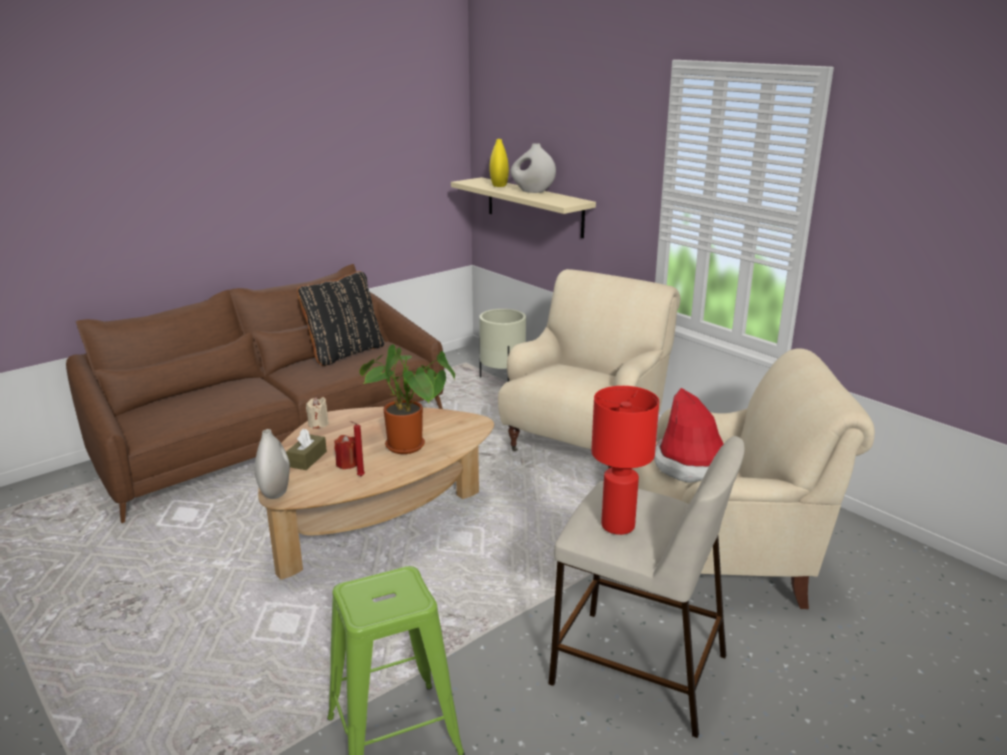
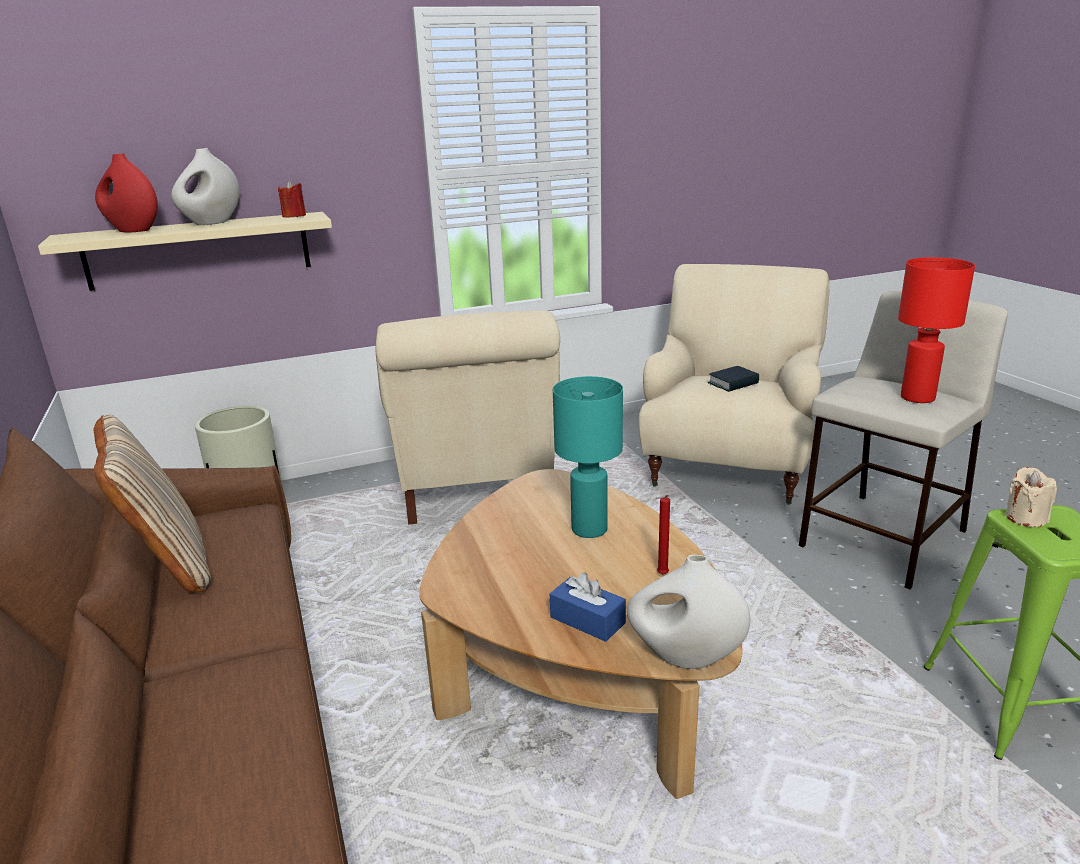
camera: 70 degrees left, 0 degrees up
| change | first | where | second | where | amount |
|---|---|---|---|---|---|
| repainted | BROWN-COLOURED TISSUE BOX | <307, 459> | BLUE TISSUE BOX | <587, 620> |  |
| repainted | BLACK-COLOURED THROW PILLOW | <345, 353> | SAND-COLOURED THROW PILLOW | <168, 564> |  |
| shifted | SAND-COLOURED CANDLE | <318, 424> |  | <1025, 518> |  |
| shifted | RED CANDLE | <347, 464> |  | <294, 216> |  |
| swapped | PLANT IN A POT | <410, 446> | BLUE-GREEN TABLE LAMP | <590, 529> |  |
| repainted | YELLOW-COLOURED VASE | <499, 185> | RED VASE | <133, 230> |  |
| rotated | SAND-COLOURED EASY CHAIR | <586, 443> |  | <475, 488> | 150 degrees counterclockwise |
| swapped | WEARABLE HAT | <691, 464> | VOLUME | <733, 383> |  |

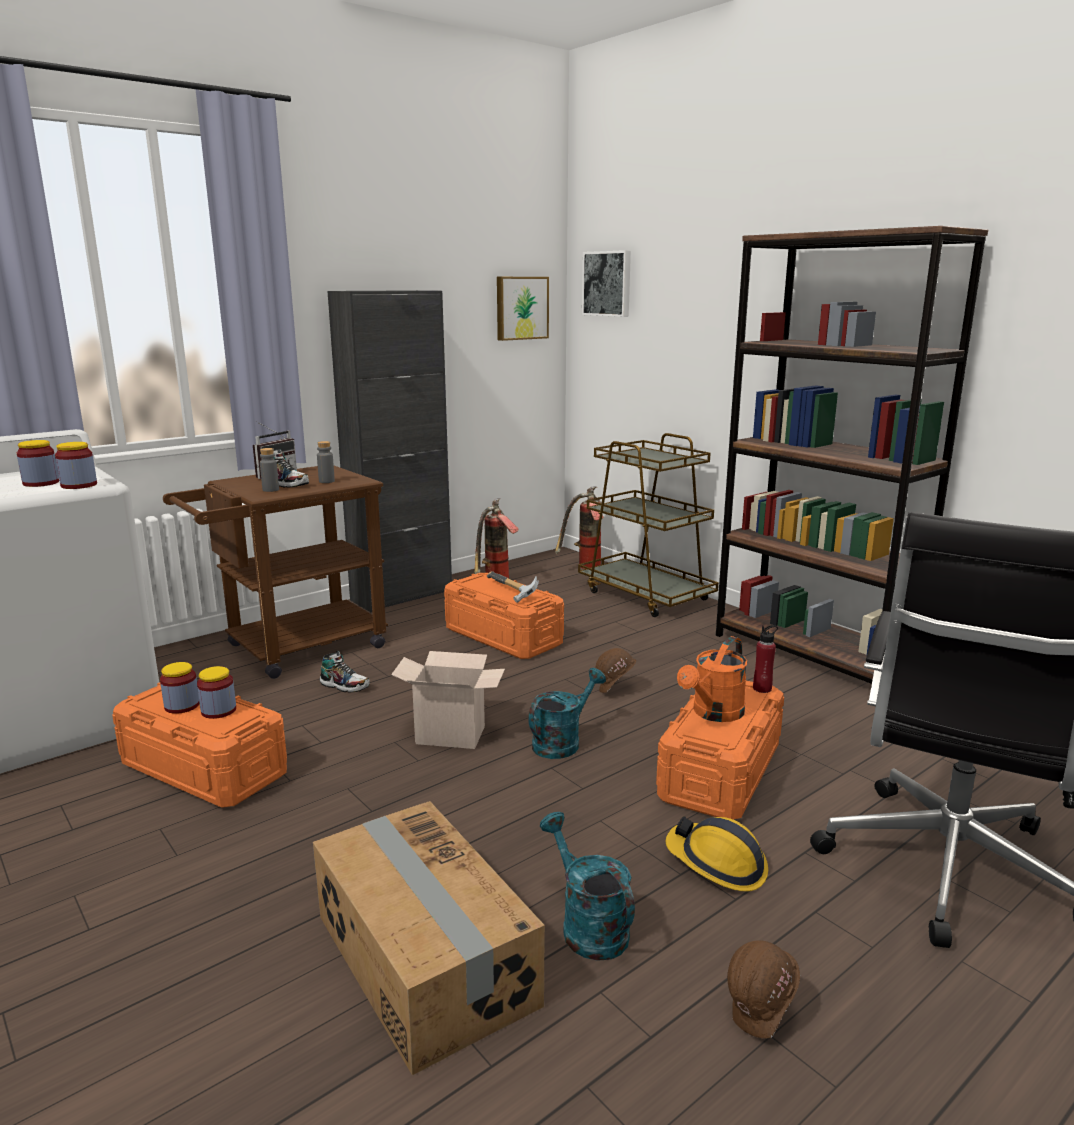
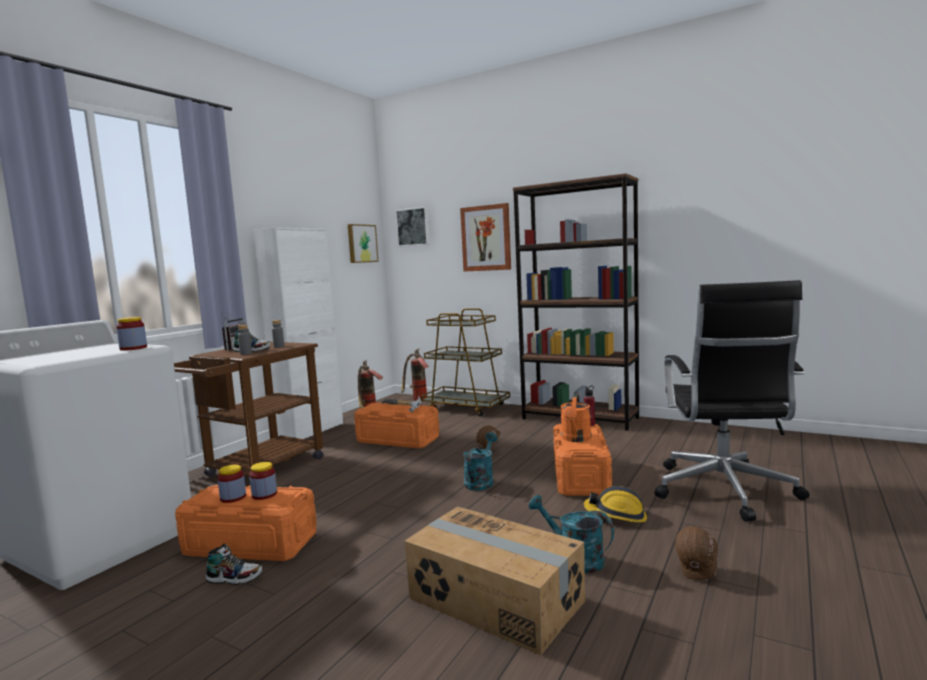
camera: 20 degrees left, 10 degrees down
| change | first | where | second | where | amount |
|---|---|---|---|---|---|
| gone | STORAGE JAR | <41, 483> |  |  |  |
| shifted | ITEM OF FOOTWEAR | <345, 686> |  | <234, 578> |  |
| repainted | BLACK-COLOURED CUPBOARD | <401, 595> | WHITE CUPBOARD | <310, 431> |  |
| gone | CARDBOARD BOX | <453, 734> |  |  |  |
| new |  |  | WALL PICTURE | <486, 238> |  |

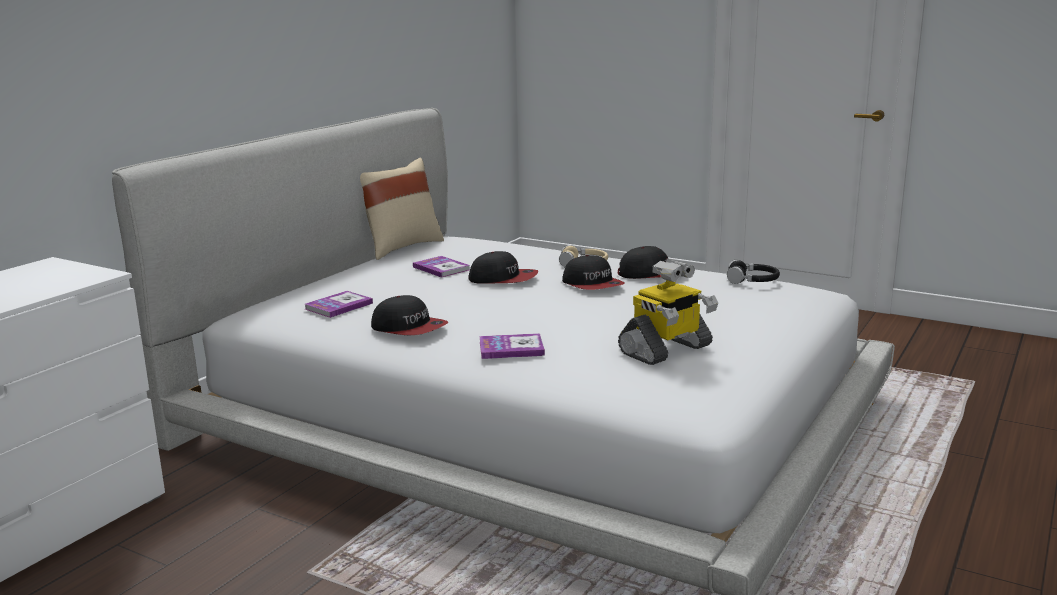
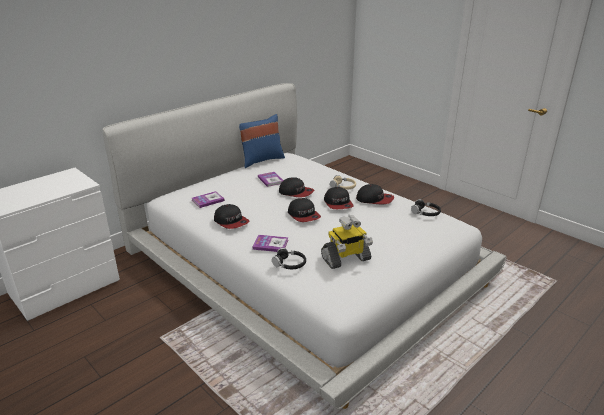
camera: 15 degrees right, 10 degrees up
| change | first | where | second | where | amount |
|---|---|---|---|---|---|
| repainted | SAND-COLOURED THROW PILLOW | <400, 247> | BLUE THROW PILLOW | <261, 160> |  |
| new |  |  | BLACK-COLOURED PAIR OF HEADPHONES | <289, 264> |  |
| new |  |  | PEAKED CAP | <304, 215> |  |

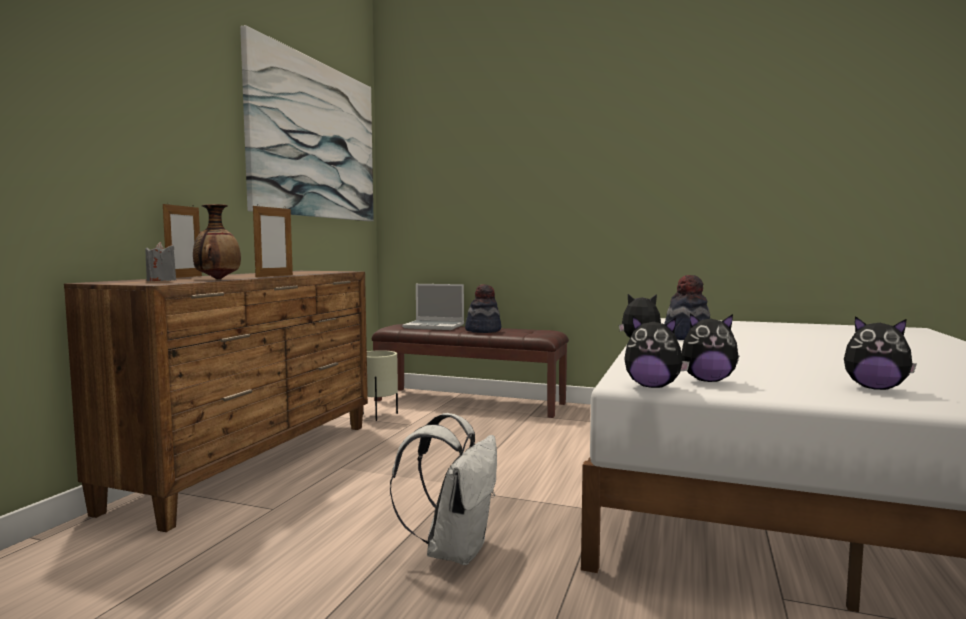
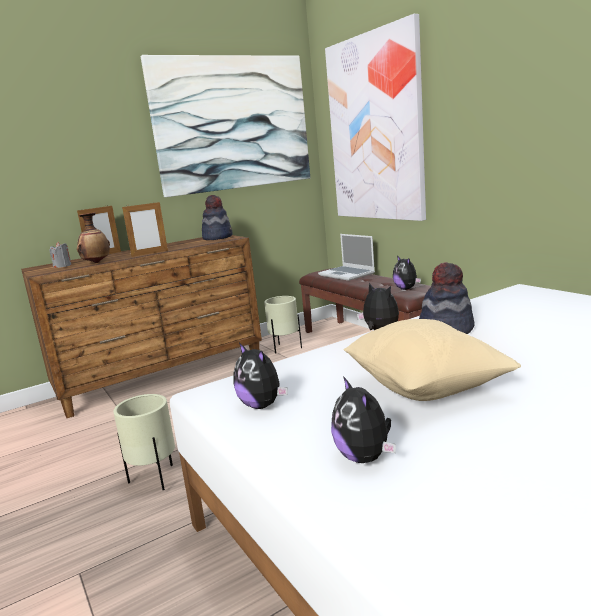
camera: 40 degrees right, 10 degrees up
| change | first | where | second | where | amount |
|---|---|---|---|---|---|
| swapped | WHITE BACKPACK | <454, 550> | SAND-COLOURED PLANTER | <155, 479> |  |
| shifted | WEARABLE HAT | <483, 330> |  | <218, 237> |  |
| shifted | CUDDLY TOY | <653, 386> |  | <406, 289> |  |
| new |  |  | WALL PICTURE | <375, 129> |  |
| new |  |  | SAND-COLOURED THROW PILLOW | <425, 389> |  |

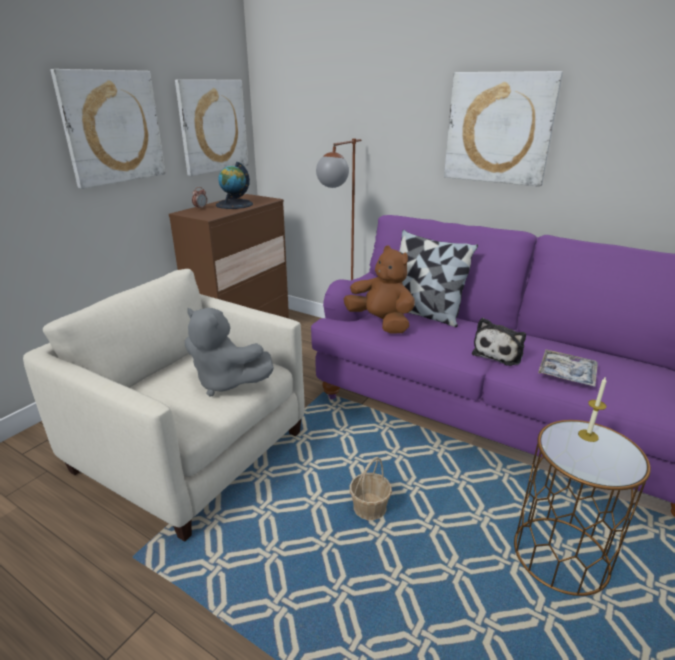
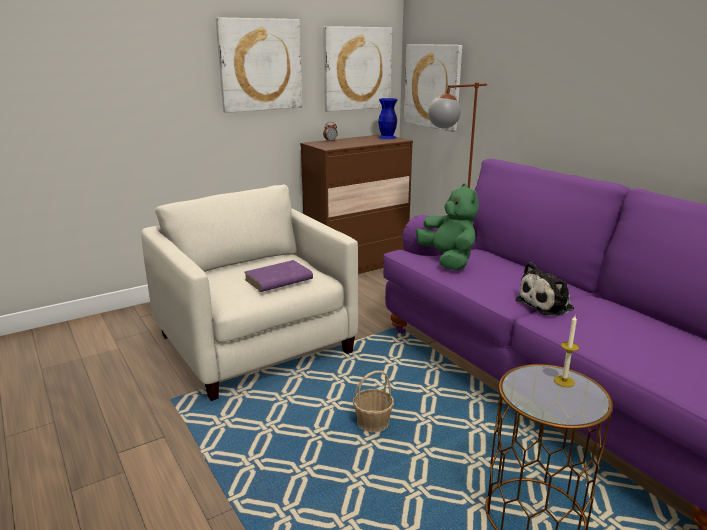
camera: 25 degrees right, 5 degrees down
| change | first | where | second | where | amount |
|---|---|---|---|---|---|
| swapped | GREYISH CUDDLY TOY | <226, 382> | PURPLISH VOLUME | <278, 280> |  |
| gone | WORLD GLOBE | <234, 204> |  |  |  |
| repainted | BROWN-COLOURED CUDDLY TOY | <381, 323> | GREENISH CUDDLY TOY | <448, 260> |  |
| gone | THROW PILLOW | <423, 313> |  |  |  |
| shifted | WALL PICTURE | <499, 128> |  | <432, 86> |  |
| gone | SERVING TRAY | <566, 373> |  |  |  |
| new |  |  | BLUE VASE | <387, 137> |  |

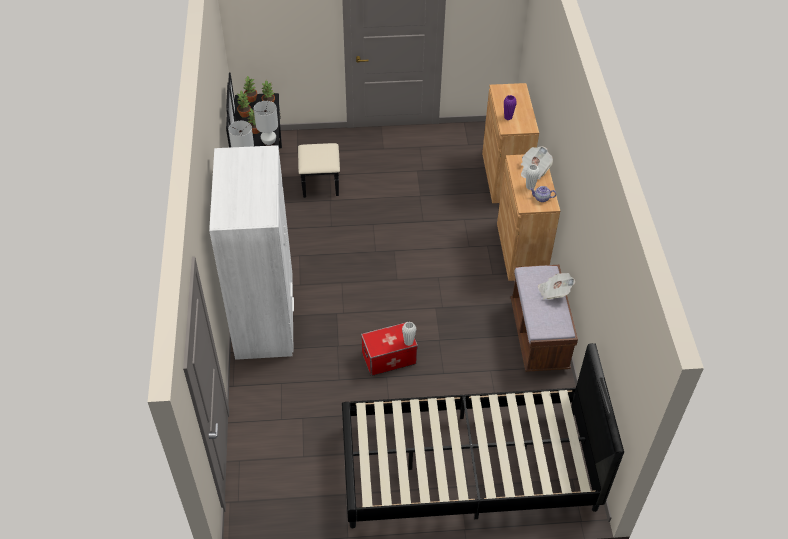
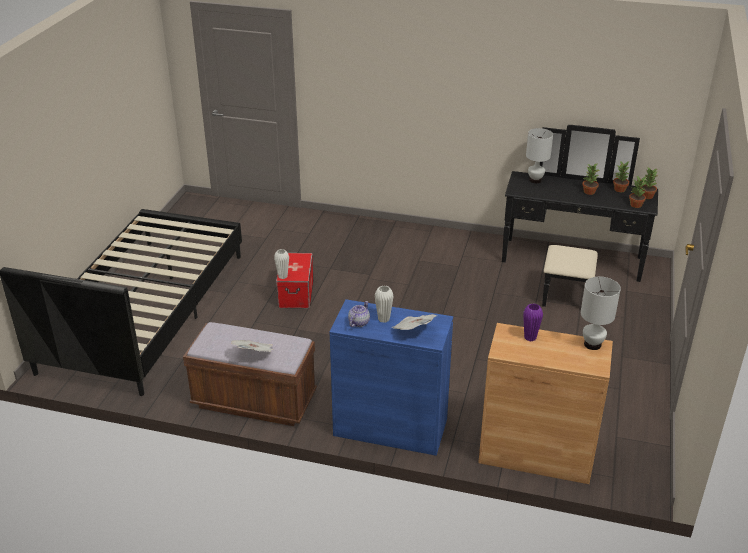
camera: 110 degrees right, 15 degrees down
| change | first | where | second | where | amount |
|---|---|---|---|---|---|
| gone | WHITE ARMOIRE | <265, 316> |  |  |  |
| shifted | WHITE TABLE LAMP | <269, 144> |  | <592, 344> |  |
| repainted | BROWN-COLOURED CUPBOARD | <521, 250> | BLUE CUPBOARD | <390, 427> |  |

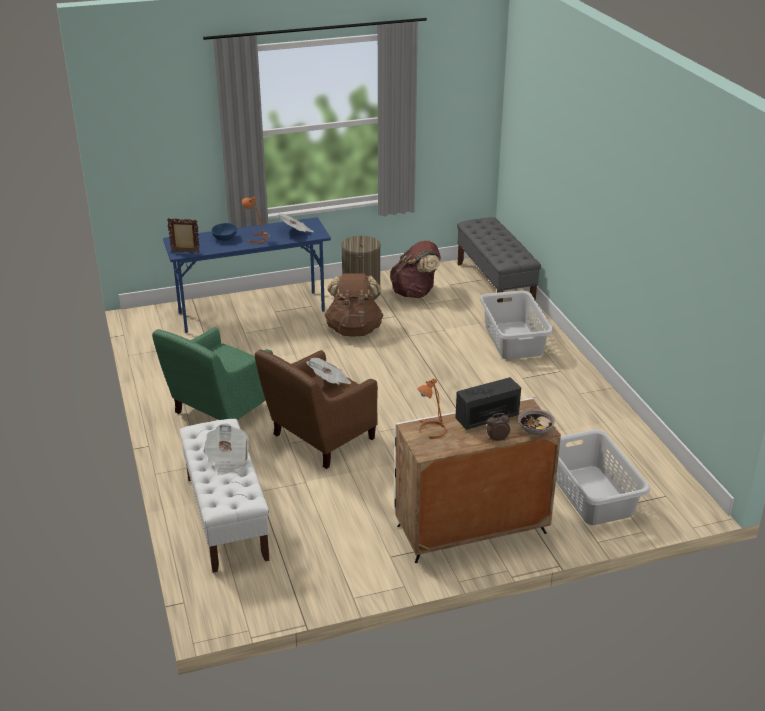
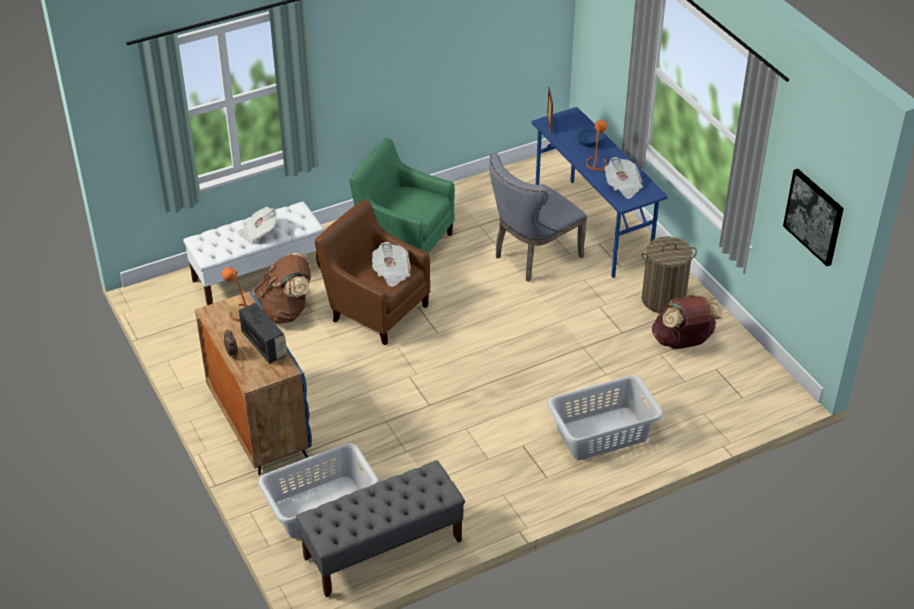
camera: 80 degrees right, 10 degrees up
| change | first | where | second | where | amount |
|---|---|---|---|---|---|
| shifted | BROWN-COLOURED BACKPACK | <354, 329> |  | <286, 311> |  |
| repainted | WHITE CUPBOARD | <470, 530> | BLUE CUPBOARD | <258, 423> |  |
| shifted | GREYISH BENCH | <495, 284> |  | <382, 549> |  |
| gone | SERVING BOWL | <535, 429> |  |  |  |
| new |  |  | GREYISH PLAIN CHAIR | <532, 257> |  |
| new |  |  | WALL PICTURE | <814, 216> |  |

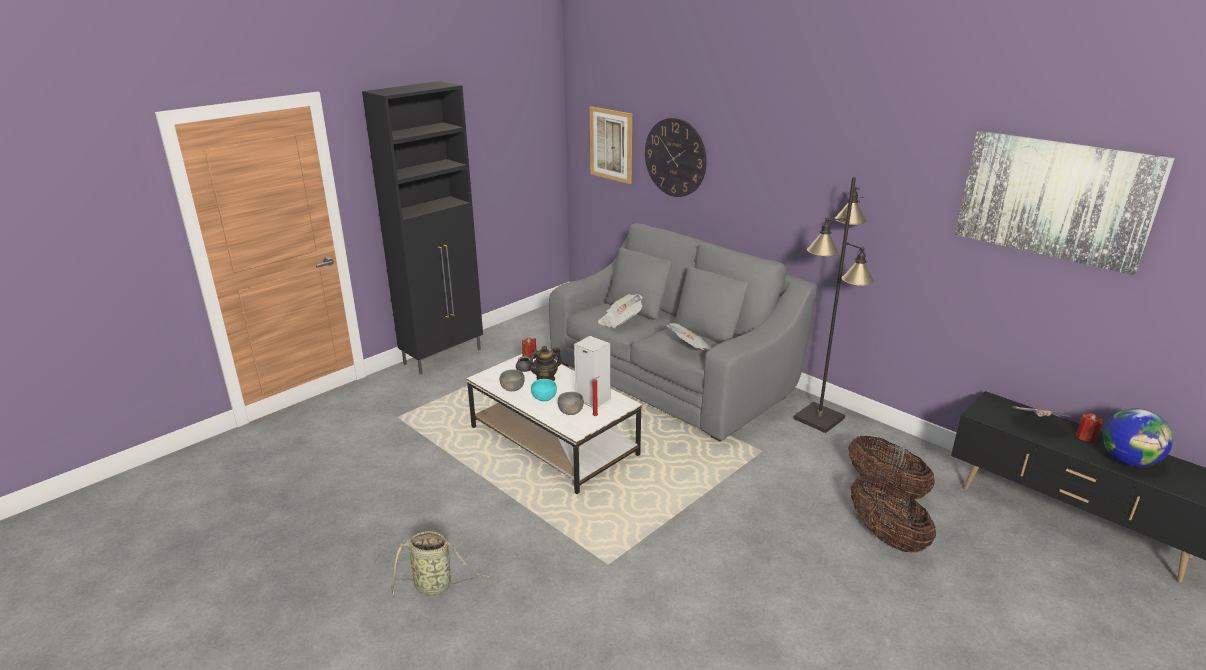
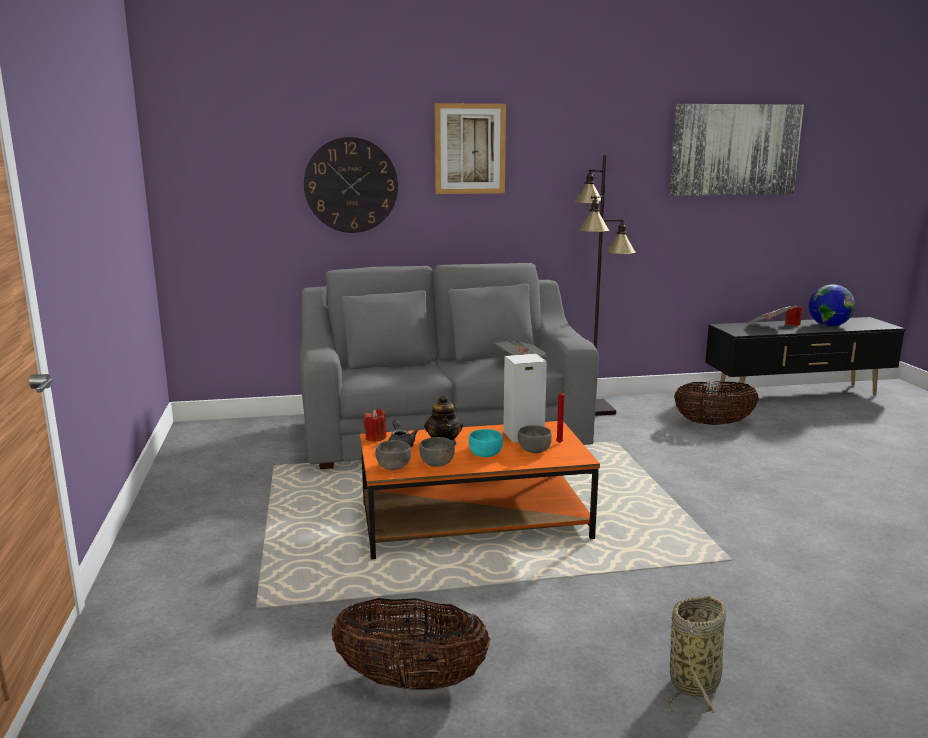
camera: 55 degrees left, 10 degrees down
| change | first | where | second | where | amount |
|---|---|---|---|---|---|
| gone | BLACK-COLOURED CUPBOARD | <444, 356> |  |  |  |
| repainted | WHITE LOUNGE TABLE | <554, 441> | ORANGE LOUNGE TABLE | <475, 521> |  |
| shifted | WALL PICTURE | <611, 144> |  | <470, 149> |  |
| gone | PRINTED PAPER | <620, 321> |  |  |  |
| shifted | HOUSEHOLD BASKET | <886, 536> |  | <411, 681> |  |
| new |  |  | GREYISH SERVING BOWL | <393, 466> |  |

